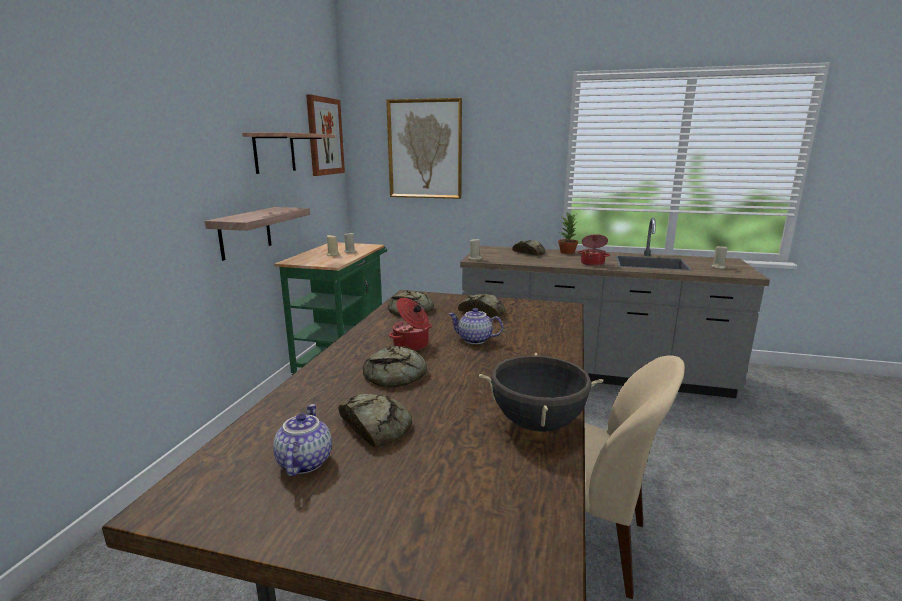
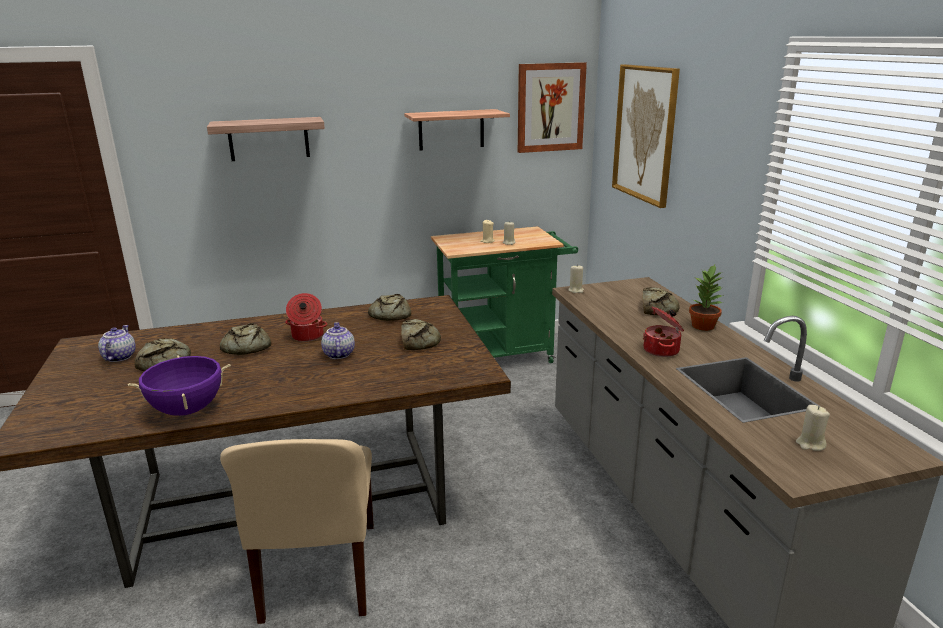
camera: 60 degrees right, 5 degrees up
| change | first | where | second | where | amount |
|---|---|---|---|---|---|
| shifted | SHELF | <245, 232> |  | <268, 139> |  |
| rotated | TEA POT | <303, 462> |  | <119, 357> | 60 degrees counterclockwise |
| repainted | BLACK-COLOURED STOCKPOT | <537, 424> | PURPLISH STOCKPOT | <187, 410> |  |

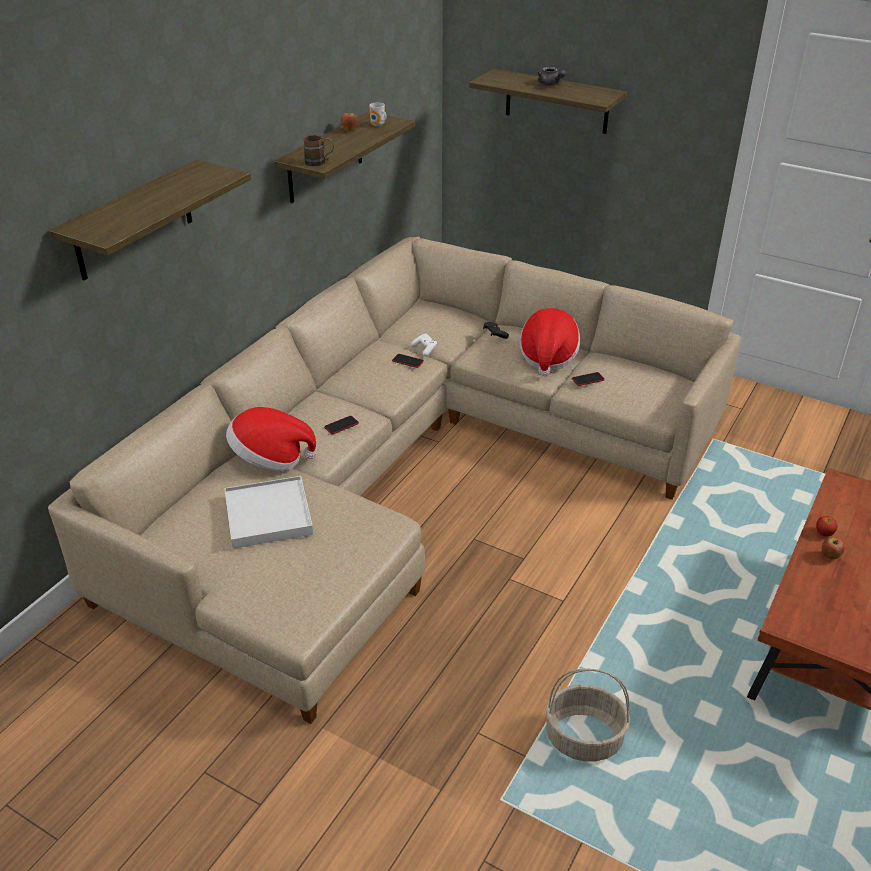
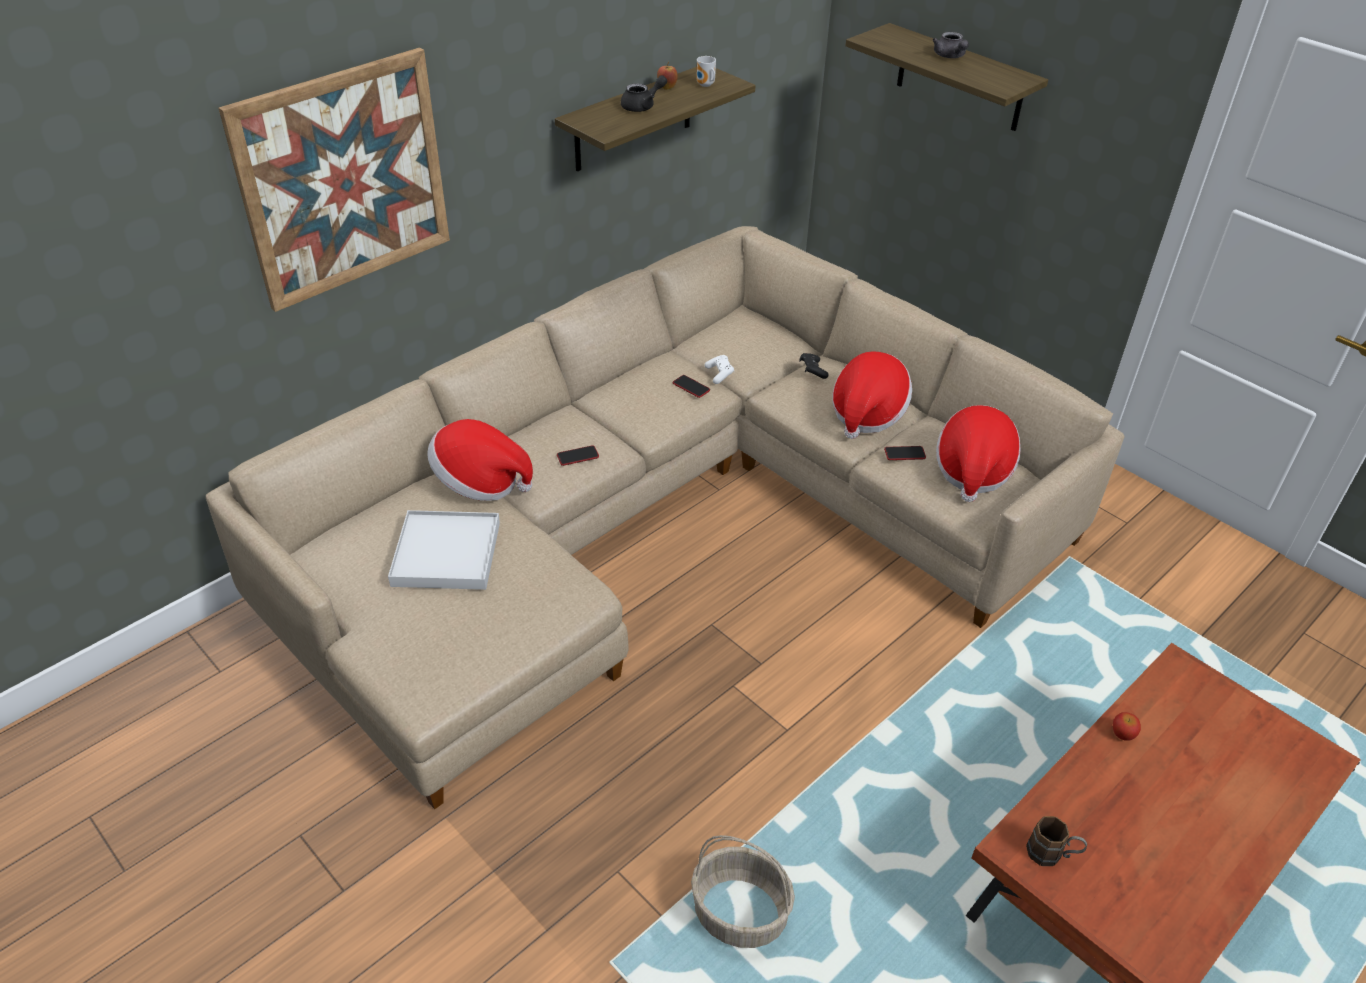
camera: 15 degrees right, 5 degrees up
| change | first | where | second | where | amount |
|---|---|---|---|---|---|
| swapped | SHELF | <133, 221> | WALL PICTURE | <344, 179> |  |
| shifted | BROWN-COLOURED TEA MUG | <319, 162> |  | <1052, 854> |  |
| gone | WHOLE APPLE | <829, 556> |  |  |  |
| new |  |  | BLACK-COLOURED TEA POT | <642, 106> |  |
| new |  |  | WEARABLE HAT | <972, 470> |  |

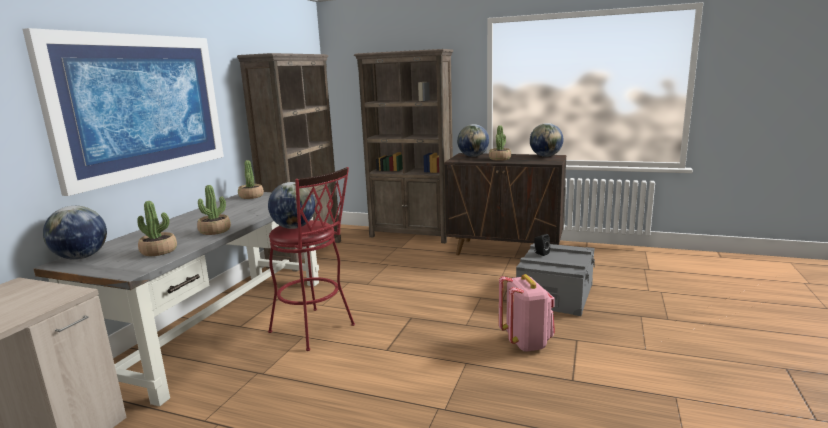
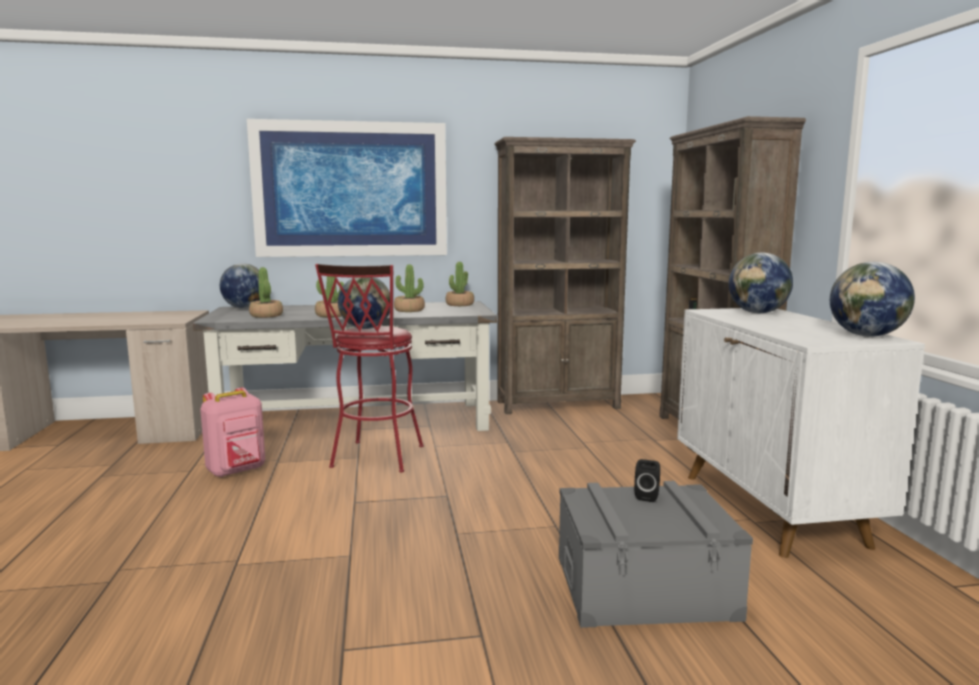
camera: 60 degrees right, 5 degrees down
| change | first | where | second | where | amount |
|---|---|---|---|---|---|
| repainted | BROWN-COLOURED CUPBOARD | <506, 251> | WHITE CUPBOARD | <771, 509> |  |
| shifted | PLANT IN A POT | <500, 159> |  | <409, 310> |  |
| shifted | PINK-COLOURED BACKPACK | <526, 342> |  | <237, 471> |  |

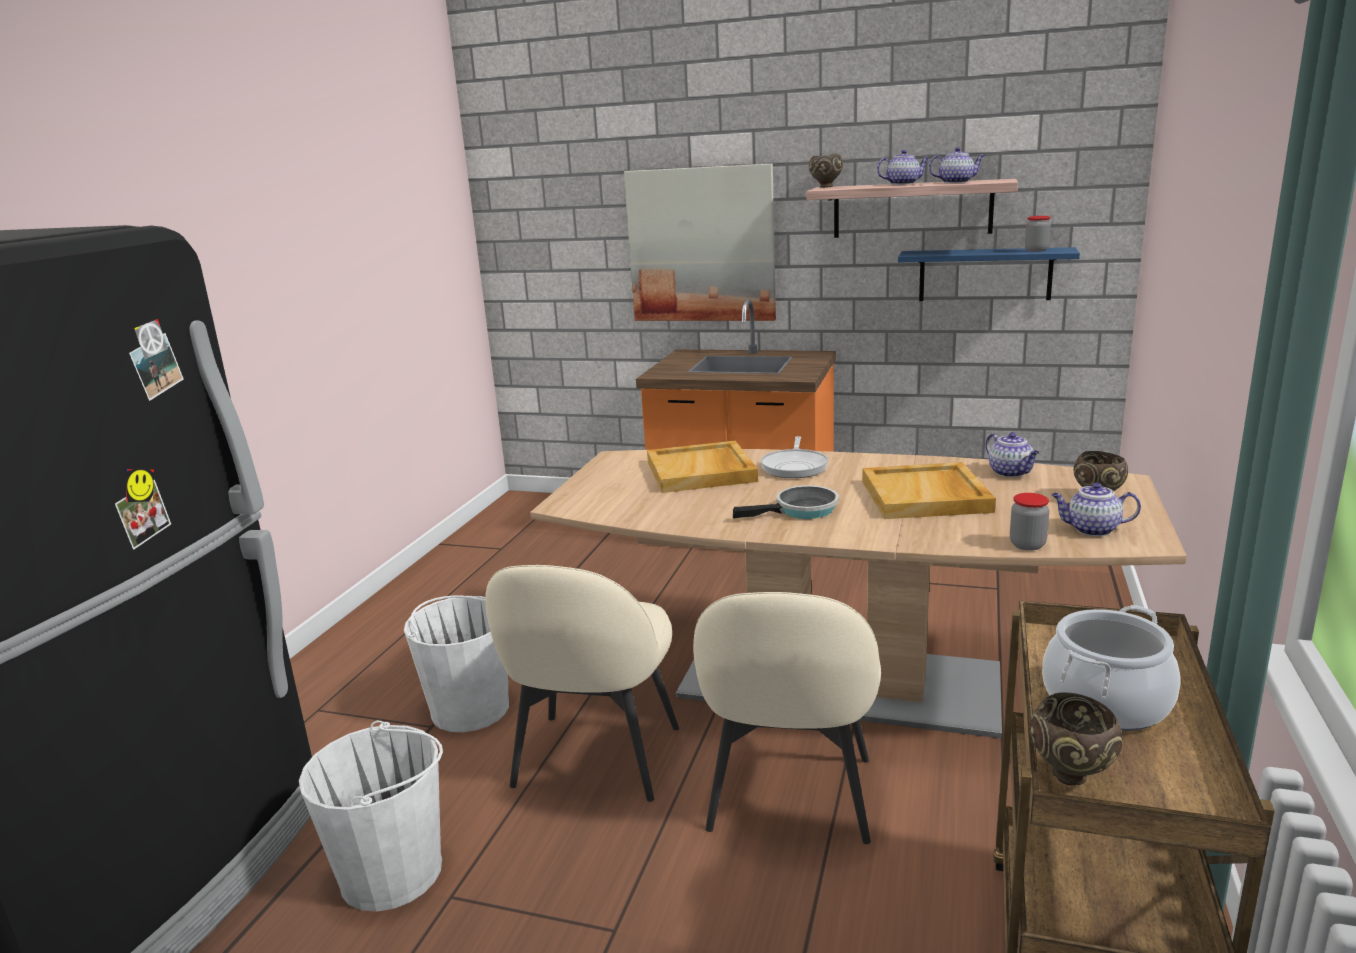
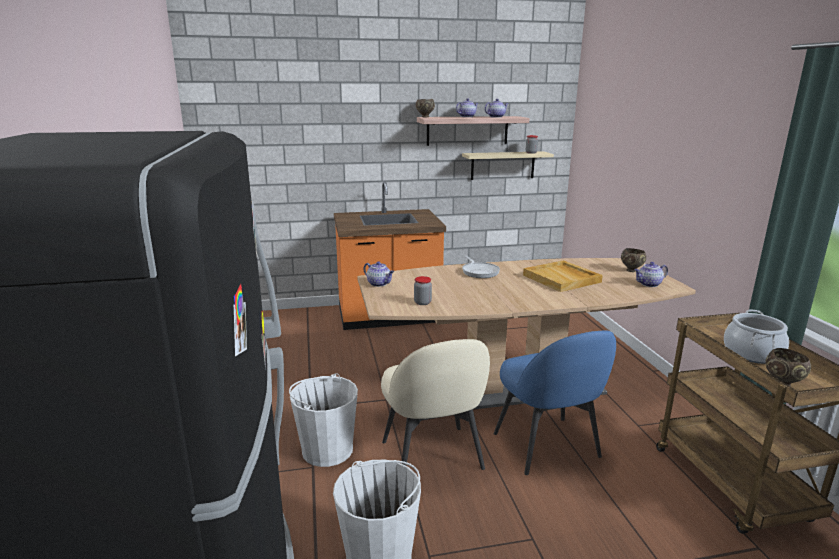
camera: 30 degrees left, 0 degrees up
| change | first | where | second | where | amount |
|---|---|---|---|---|---|
| gone | WALL PICTURE | <701, 245> |  |  |  |
| gone | SAND-COLOURED SERVING TRAY | <701, 471> |  |  |  |
| repainted | SAND-COLOURED PLAIN CHAIR | <790, 798> | BLUE PLAIN CHAIR | <547, 447> |  |
| gone | PAN | <801, 510> |  |  |  |
| repainted | BLUE SHELF | <984, 275> | SAND-COLOURED SHELF | <502, 165> |  |
| shifted | TEA POT | <1011, 473> |  | <379, 284> |  |
| shifted | STORAGE JAR | <1027, 545> |  | <422, 302> |  |

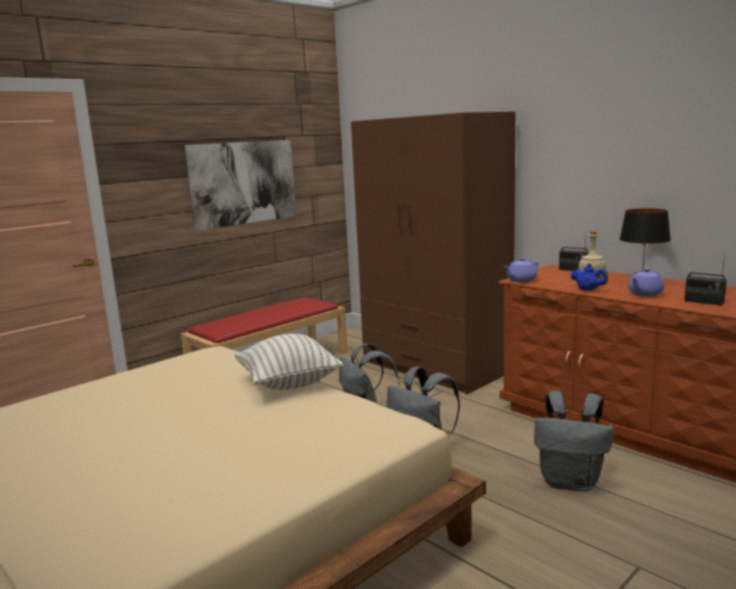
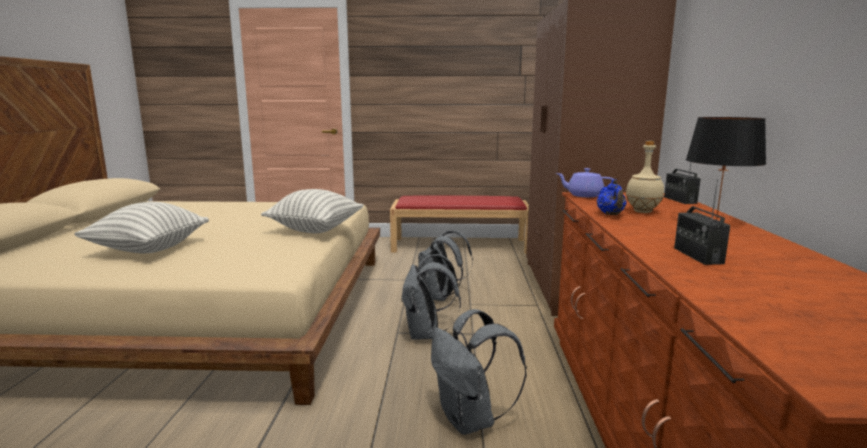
camera: 45 degrees right, 0 degrees up
| change | first | where | second | where | amount |
|---|---|---|---|---|---|
| gone | WALL PICTURE | <244, 183> |  |  |  |
| gone | PURPLISH TEA POT | <644, 294> |  |  |  |
| new |  |  | THROW PILLOW | <149, 249> |  |

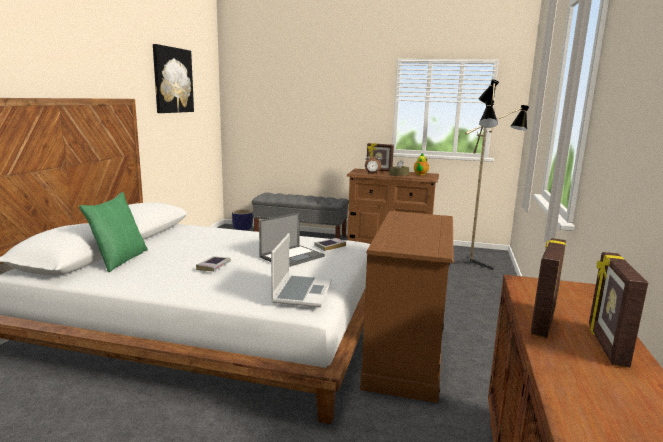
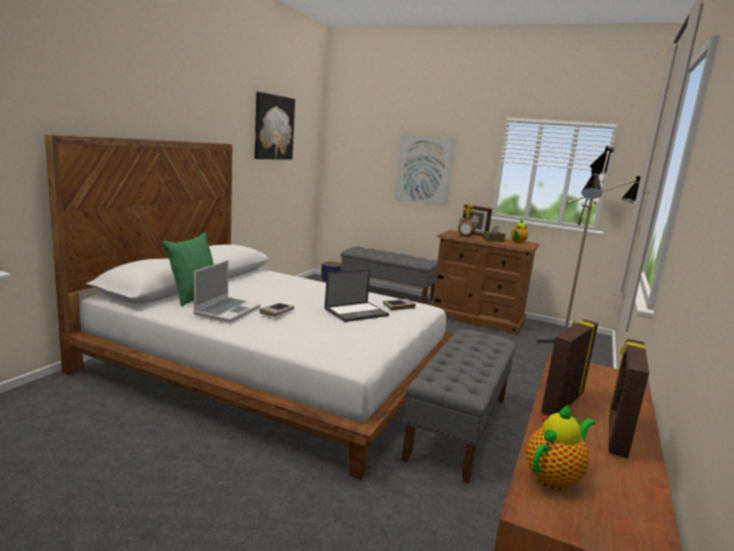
camera: 10 degrees right, 0 degrees up
| change | first | where | second | where | amount |
|---|---|---|---|---|---|
| shifted | LAPTOP | <301, 292> |  | <227, 310> |  |
| swapped | BROWN-COLOURED CHEST OF DRAWERS | <406, 355> | GREYISH BENCH | <458, 427> |  |
| new |  |  | WALL PICTURE | <423, 170> |  |
| new |  |  | TEA POT | <554, 477> |  |

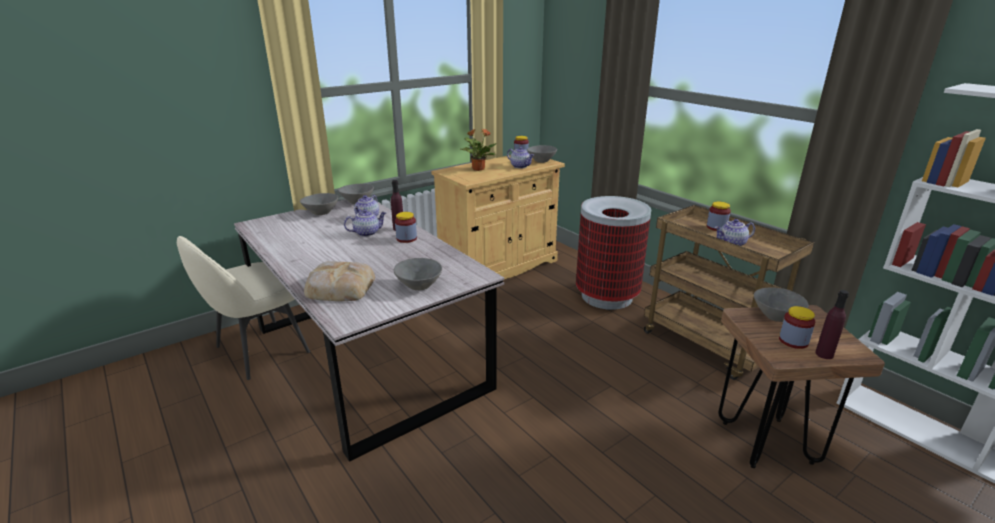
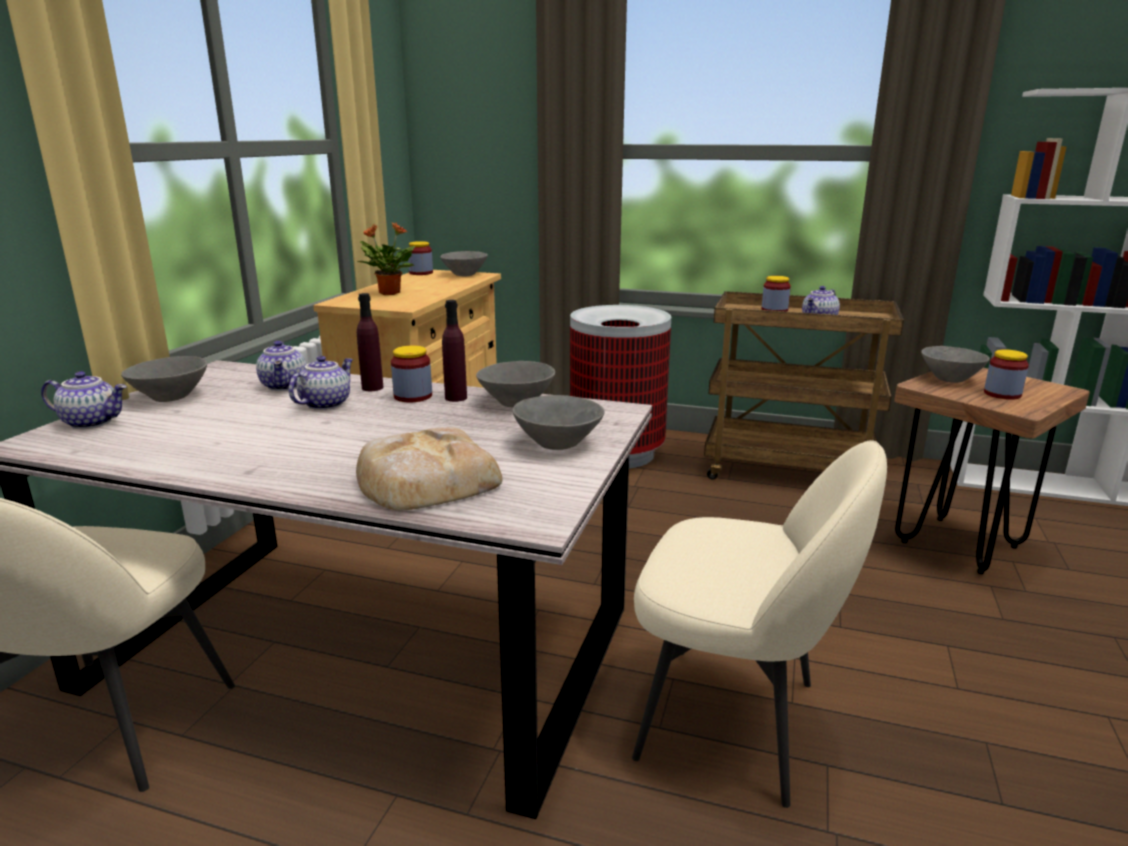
camera: 35 degrees left, 5 degrees down
| change | first | where | second | where | amount |
|---|---|---|---|---|---|
| shifted | GREYISH SERVING BOWL | <357, 202> |  | <515, 402> |  |
| shifted | TEA POT | <520, 166> |  | <93, 422> |  |
| shifted | PURPLISH DRINK BOTTLE | <824, 354> |  | <456, 398> |  |
| new |  |  | SAND-COLOURED PLAIN CHAIR | <734, 721> |  |

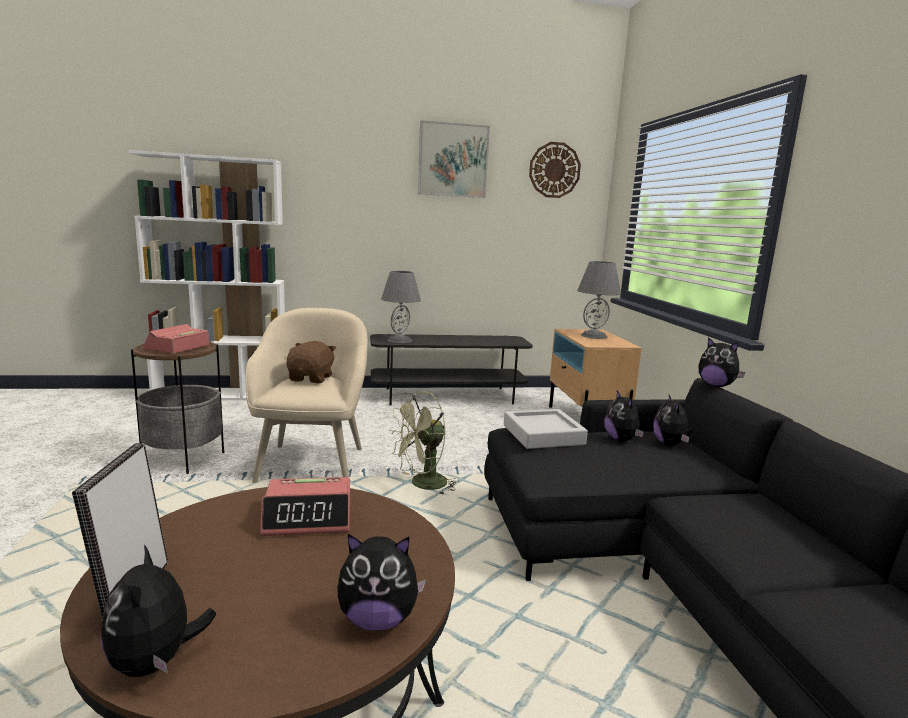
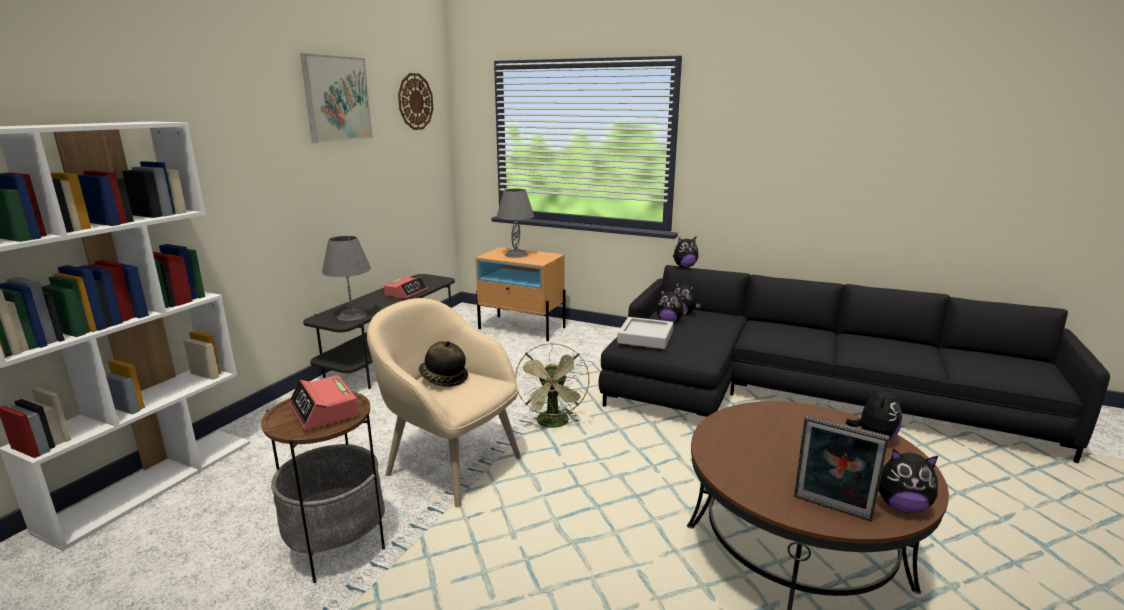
camera: 55 degrees left, 5 degrees up
| change | first | where | second | where | amount |
|---|---|---|---|---|---|
| shifted | ALARM CLOCK | <308, 517> |  | <406, 292> |  |
| swapped | BROWN-COLOURED CUDDLY TOY | <311, 378> | WEARABLE HAT | <443, 378> |  |

